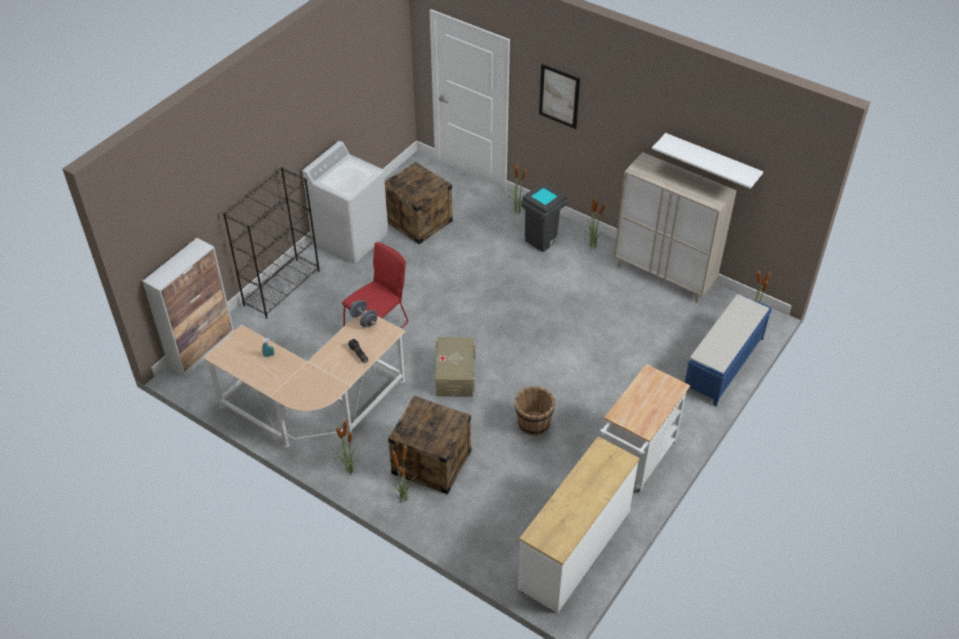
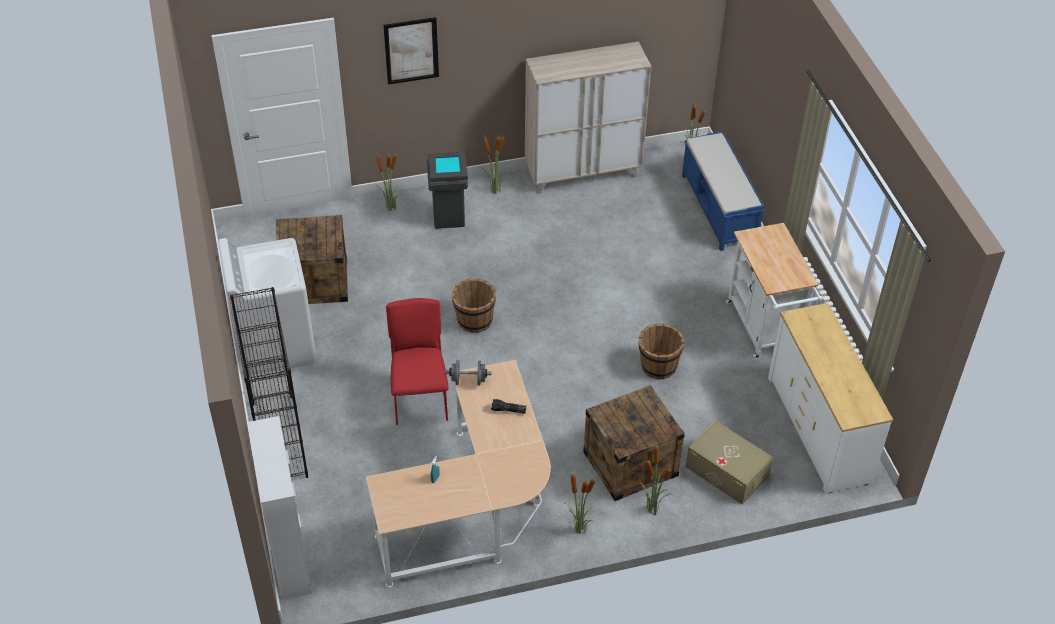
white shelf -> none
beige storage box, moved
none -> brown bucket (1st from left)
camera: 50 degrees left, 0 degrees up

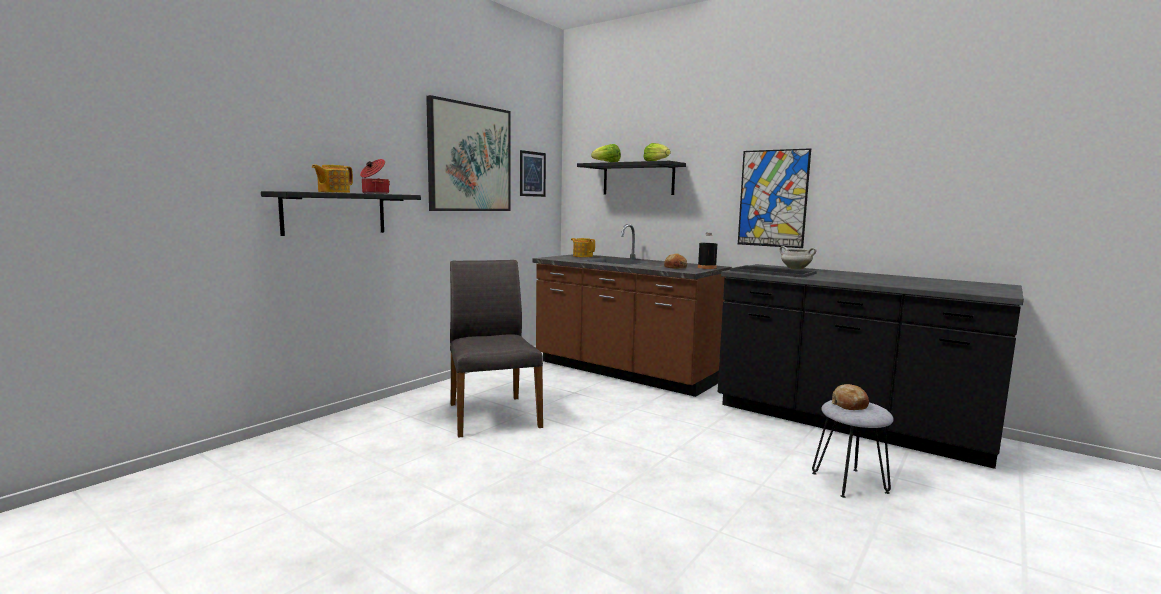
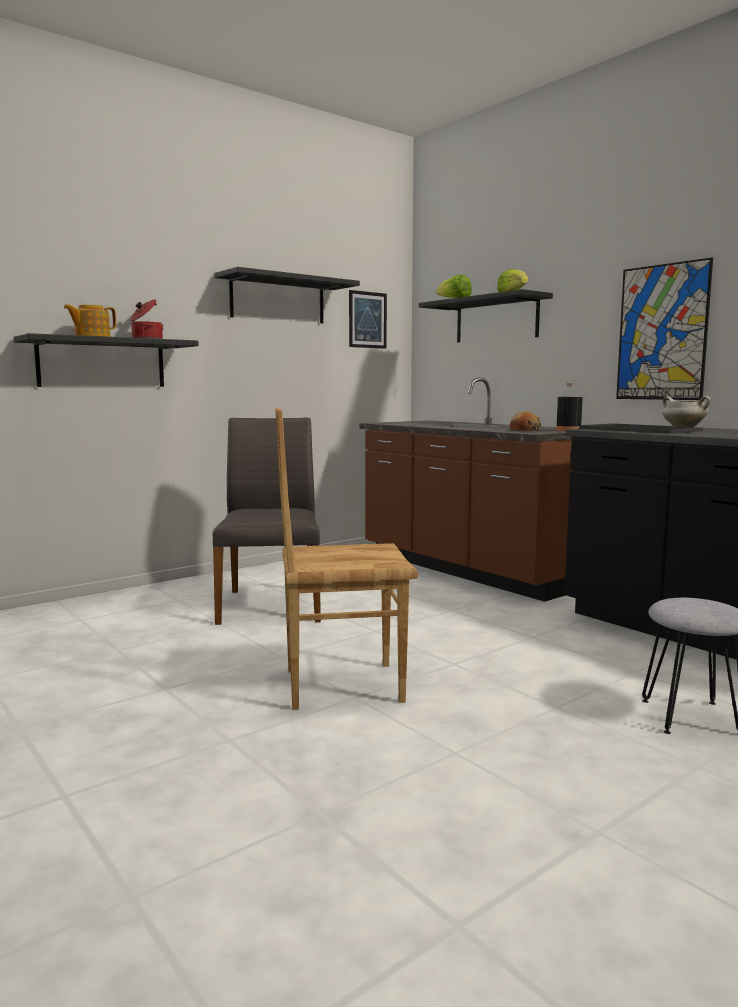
picture (1st from left) -> black shelf (2nd from left)
teapot (2nd from left) -> none
bread (2nd from left) -> none
none -> brown chair
camera: 15 degrees right, 0 degrees up

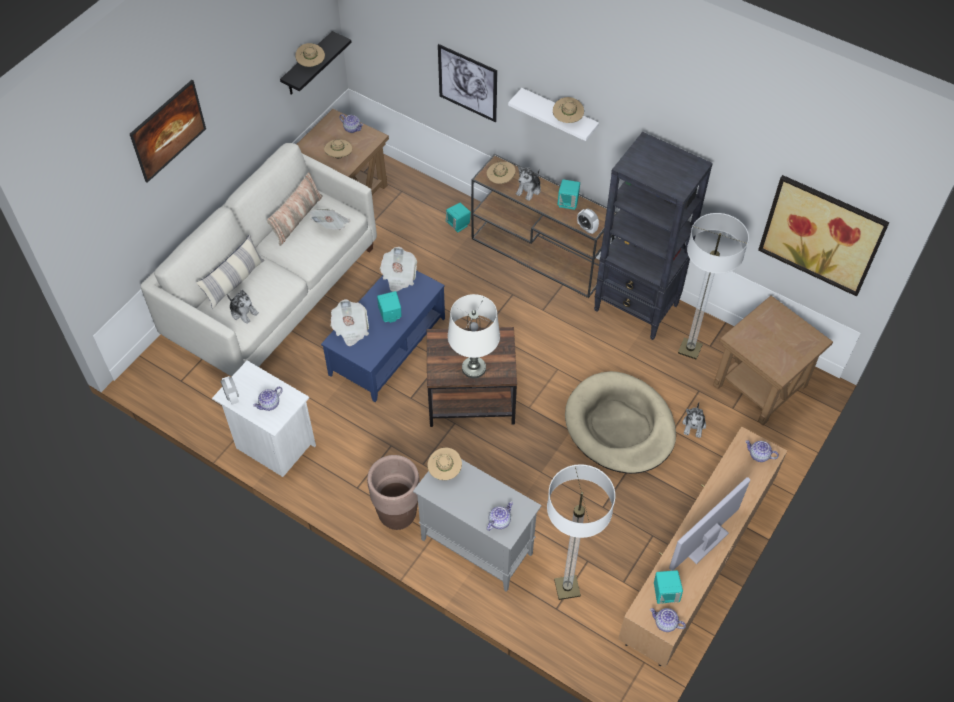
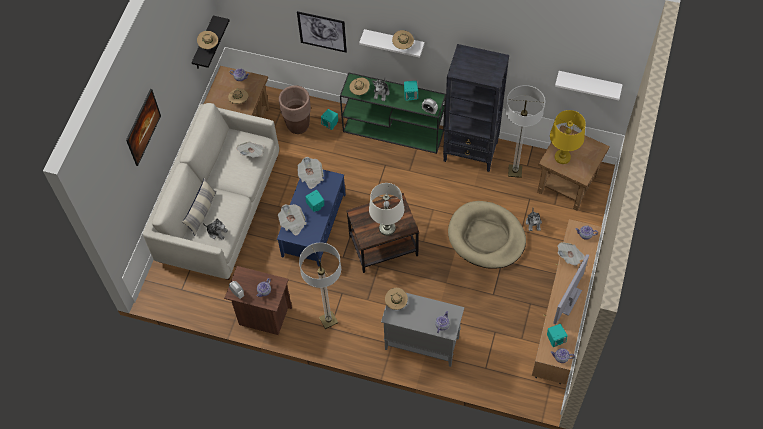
brown console table -> green console table
pillow (2nd from left) -> none
picture (3rd from left) -> white shelf (2nd from left)
white nightstand -> brown nightstand
brown planter, moved
floor lamp (1st from left), moved
none -> yellow table lamp
none -> newspaper (4th from left)
camera: 15 degrees left, 5 degrees up

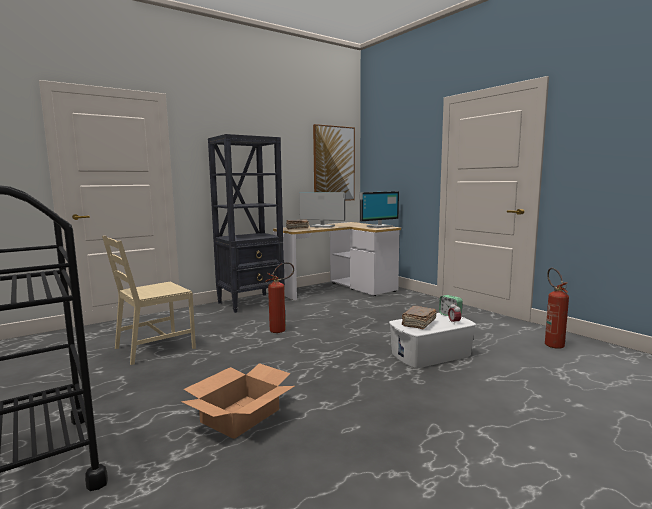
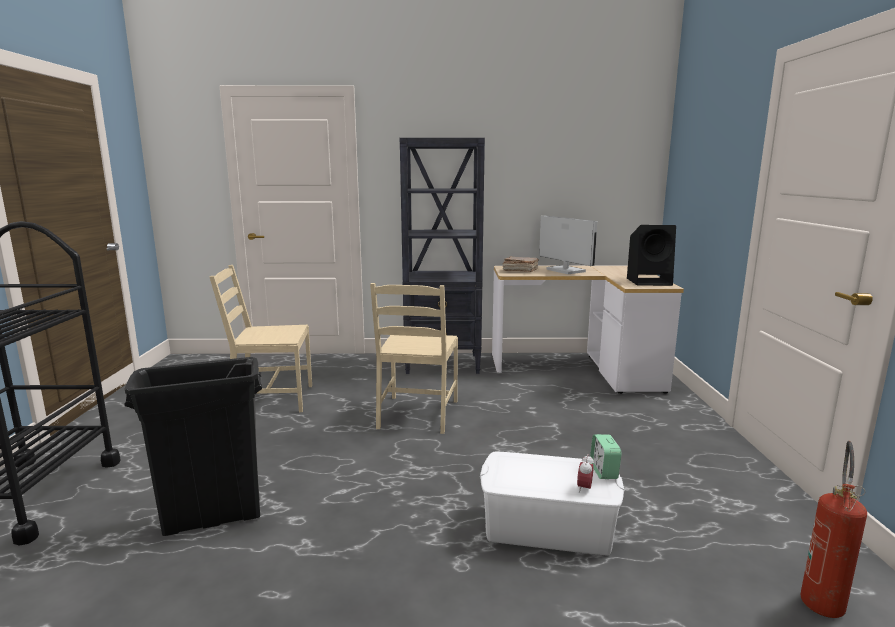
picture -> none
monitor (2nd from left) -> black speaker
fire extinguisher (1st from left) -> beige chair (2nd from left)
brown book (2nd from left) -> none
cardboard box -> black trash can
camera: 35 degrees right, 5 degrees up

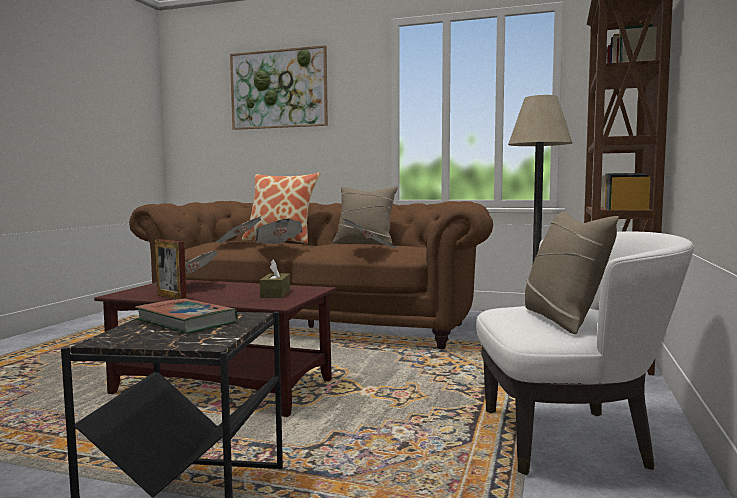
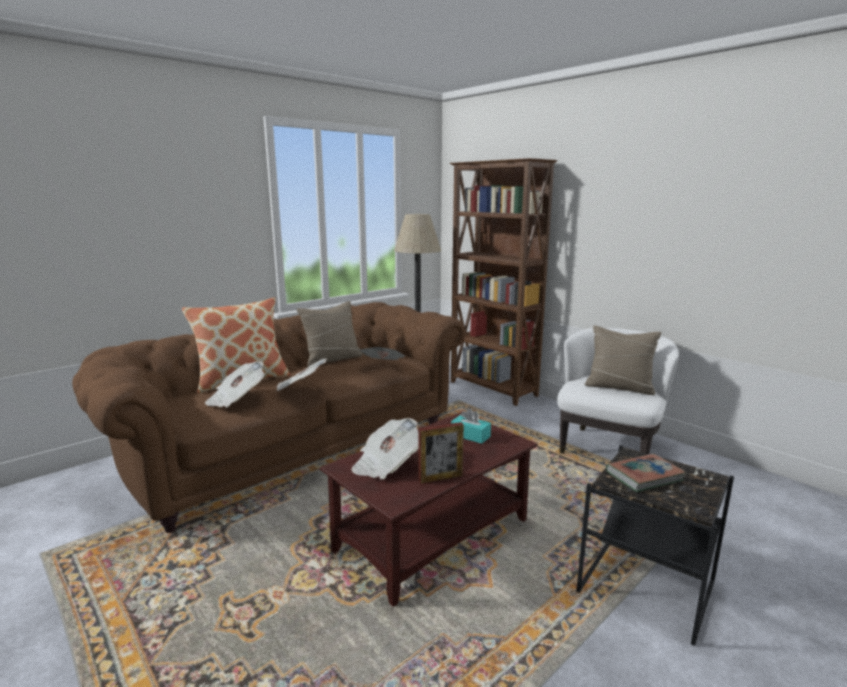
picture -> none
brown tissue box -> turquoise tissue box
camera: 60 degrees left, 10 degrees up

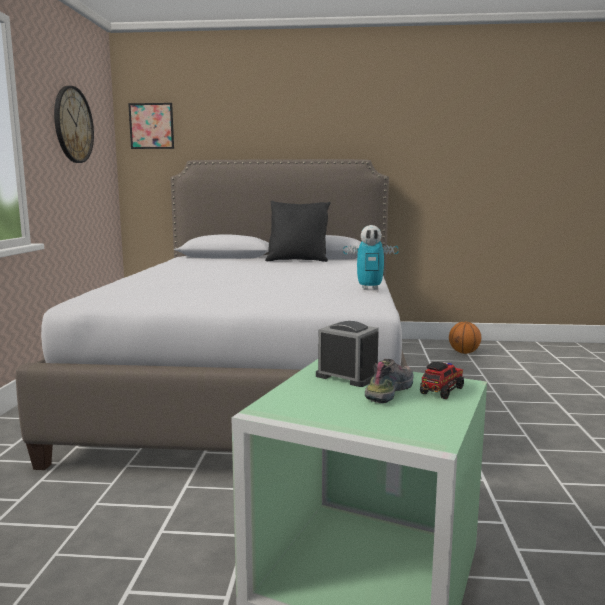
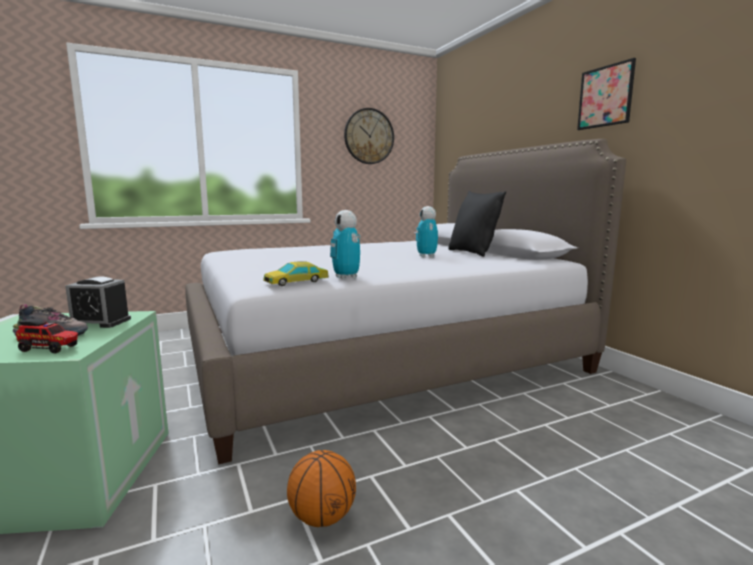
picture, moved
alarm clock, 90 degrees clockwise
basketball, moved
none -> toy robot (2nd from left)
none -> toy car
camera: 60 degrees right, 0 degrees up

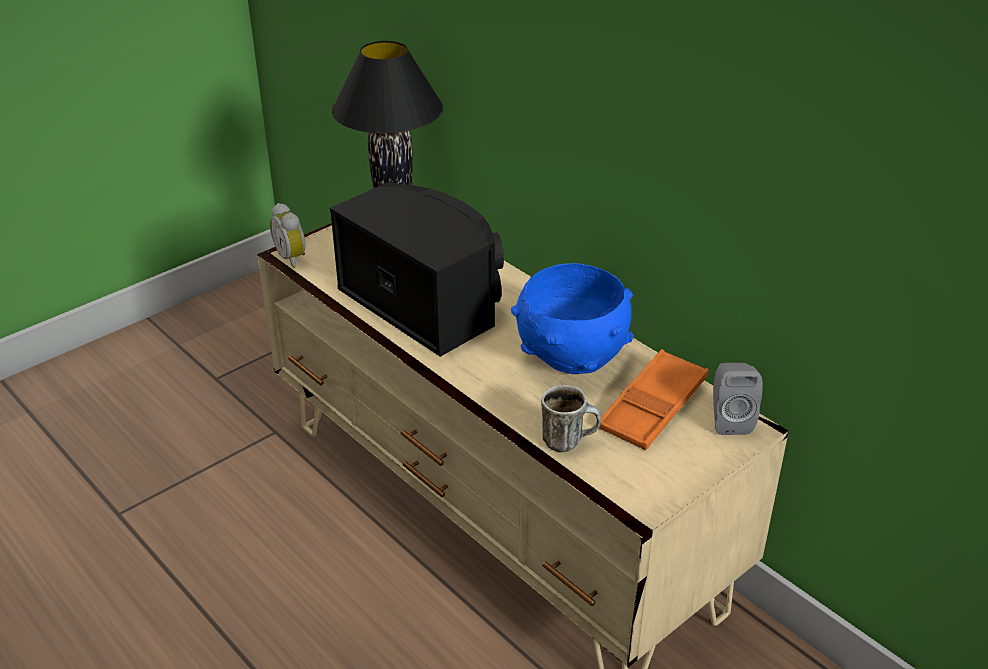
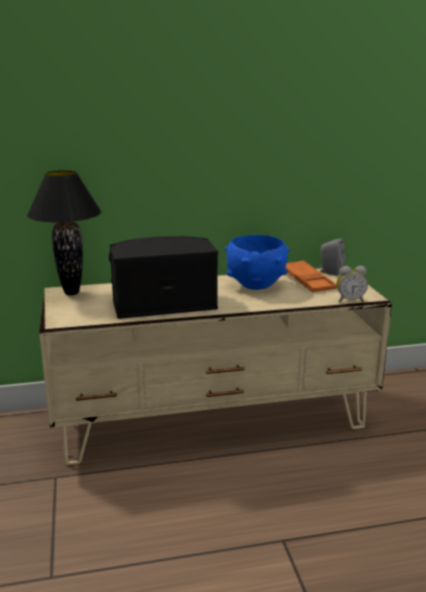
alarm clock, moved
mug -> none
camera: 60 degrees left, 15 degrees down

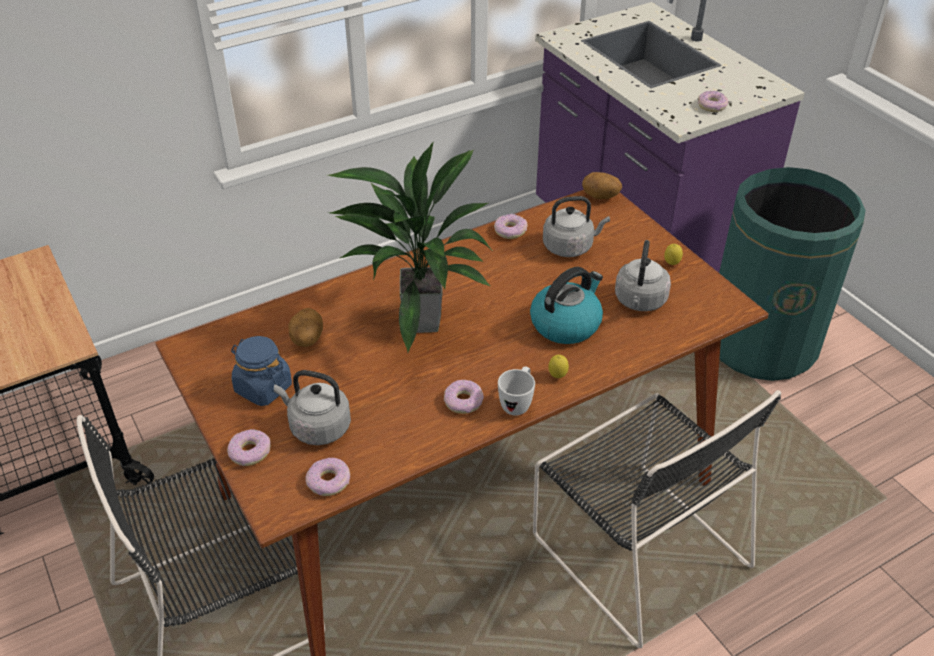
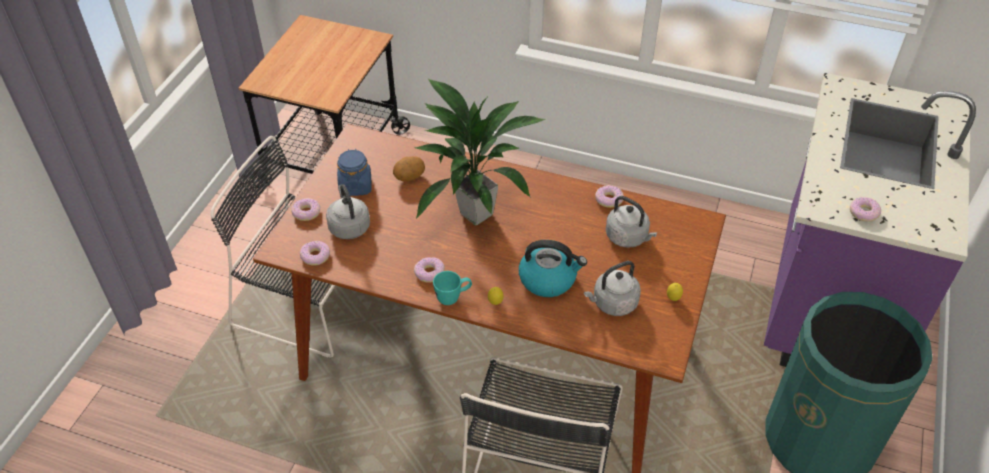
potato (2nd from left) -> none
white mug -> turquoise mug
camera: 50 degrees right, 5 degrees up

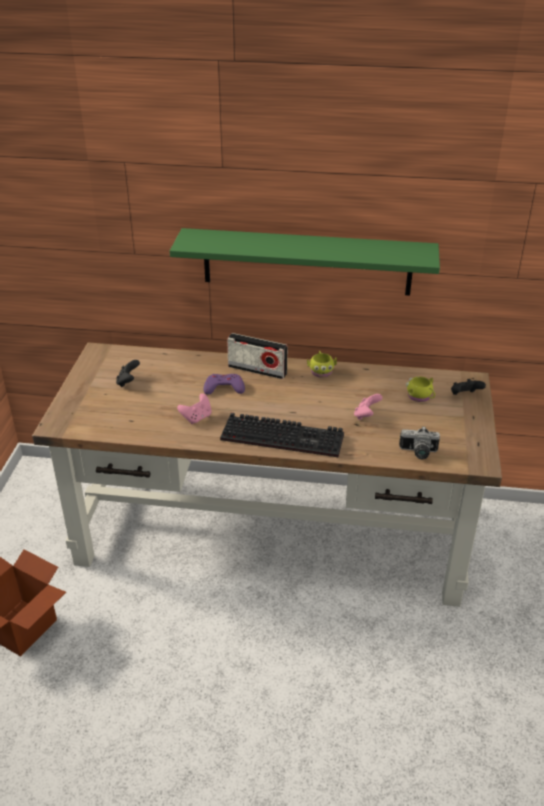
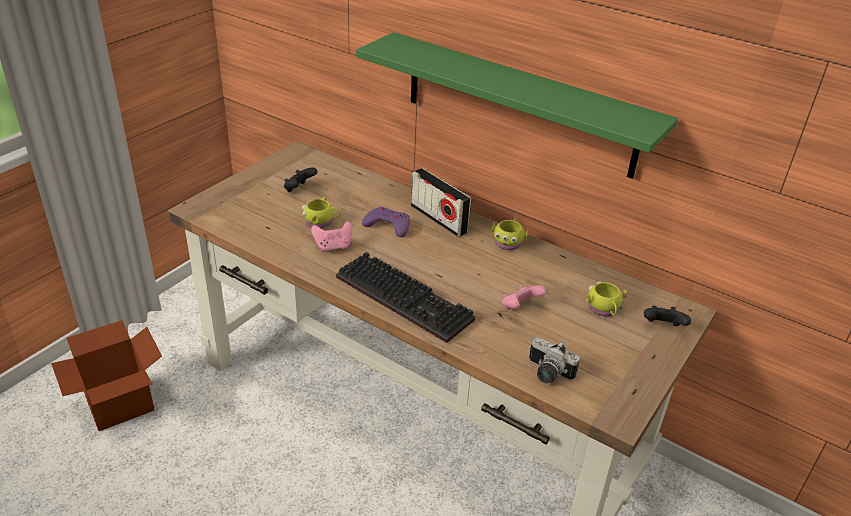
none -> yellow mug (1st from left)
camera: 25 degrees right, 0 degrees up

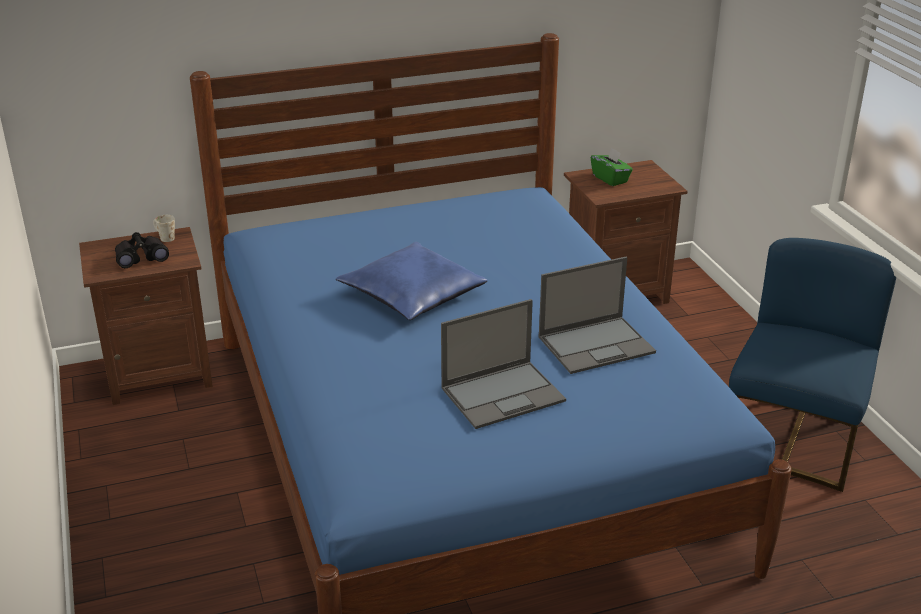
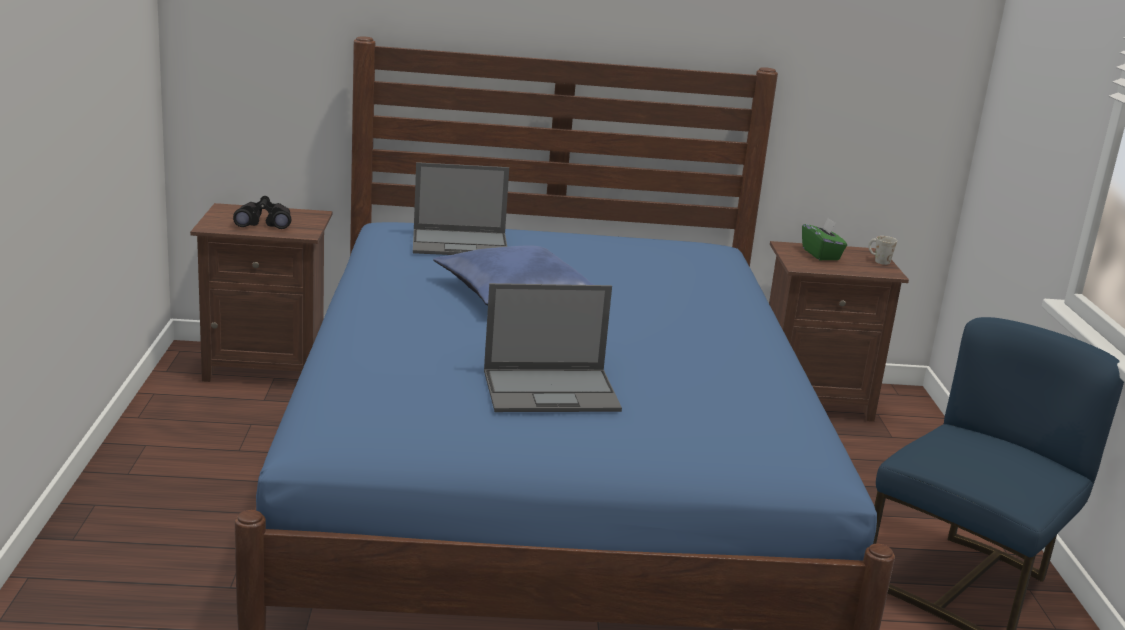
white mug, moved
laptop (2nd from left in the first image) -> laptop (1st from left), moved
camera: 15 degrees right, 10 degrees down

